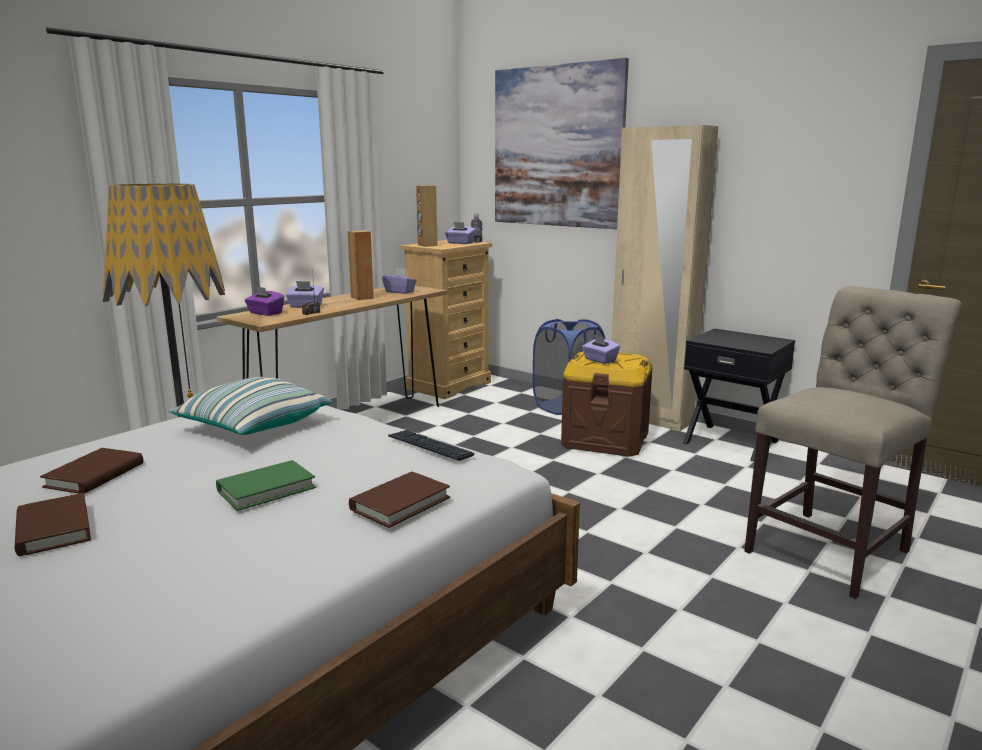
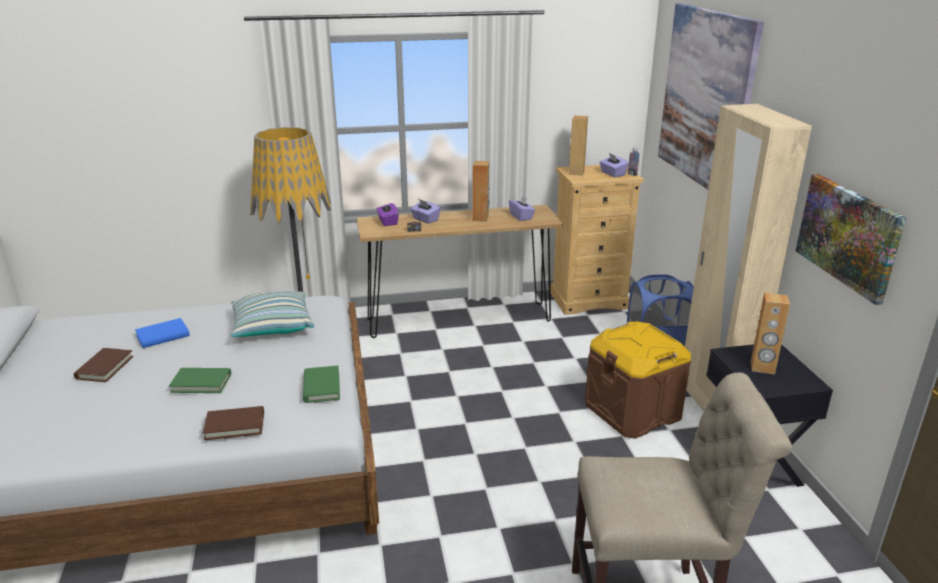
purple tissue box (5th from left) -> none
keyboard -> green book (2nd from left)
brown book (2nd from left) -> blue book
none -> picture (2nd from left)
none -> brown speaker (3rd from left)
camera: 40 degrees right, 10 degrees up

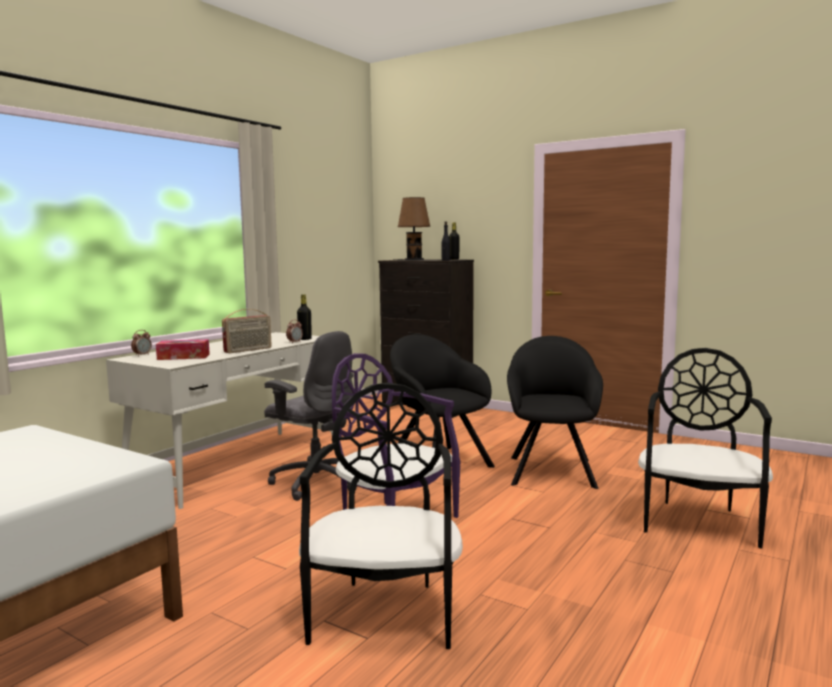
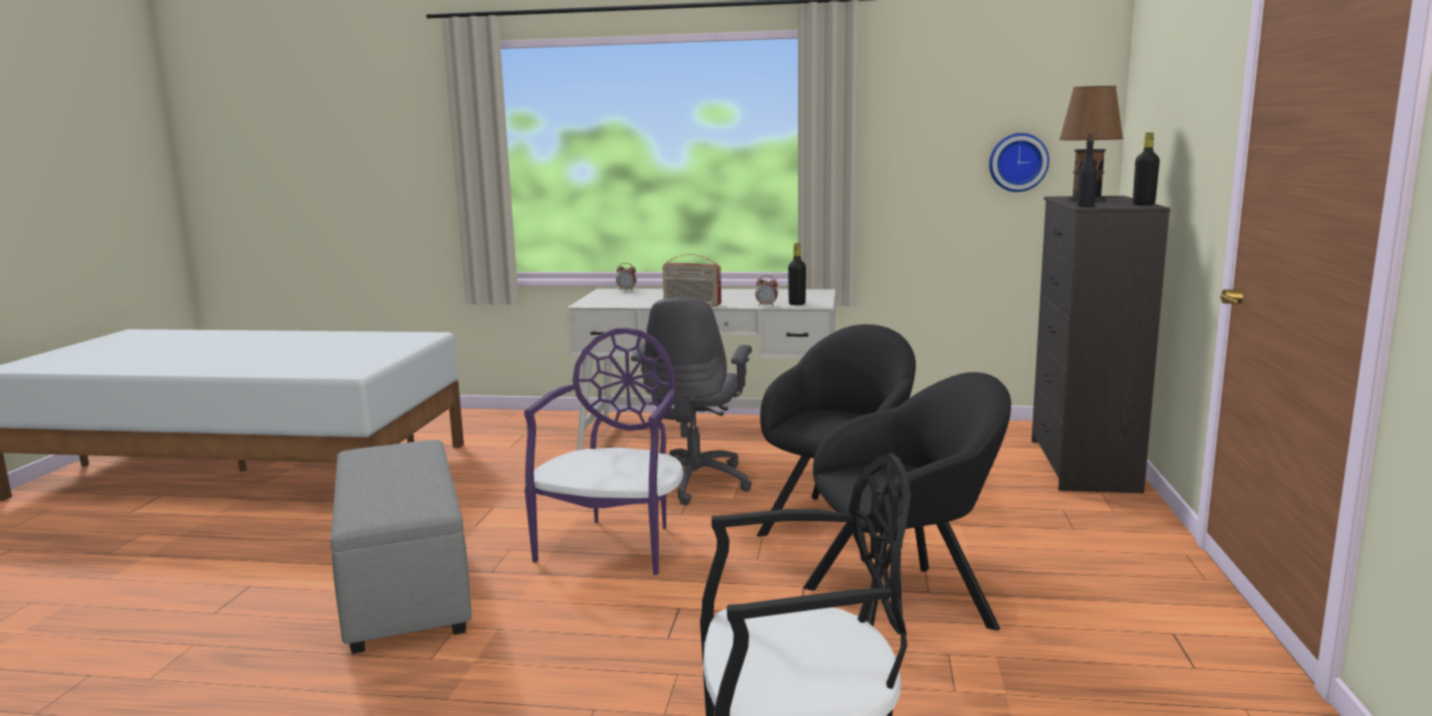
tissue box -> none
black chair (1st from left) -> grey ottoman
none -> wall clock
camera: 65 degrees right, 5 degrees up

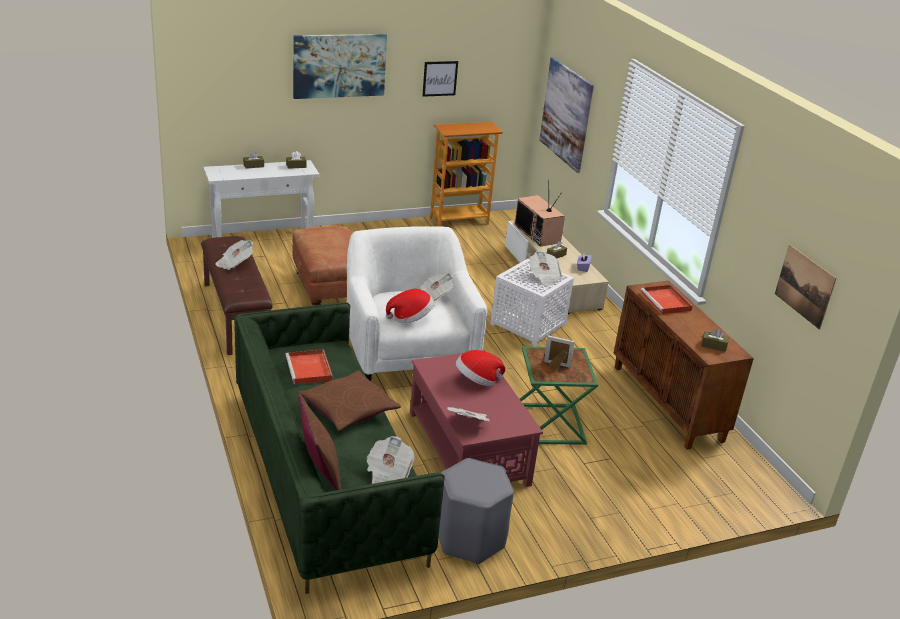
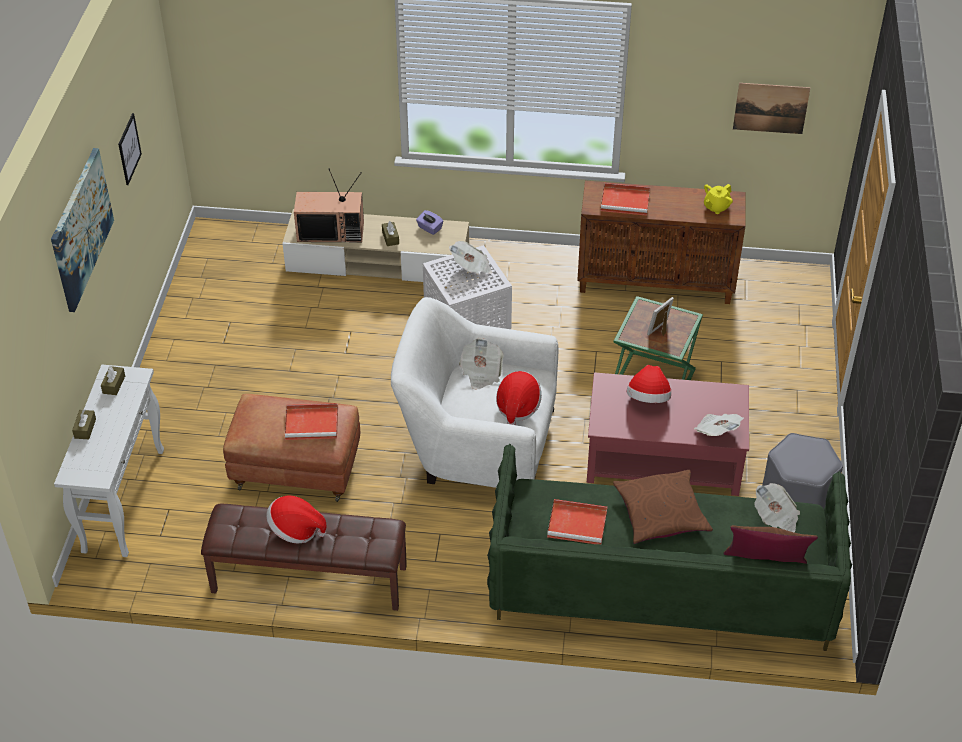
picture (3rd from left) -> none
bookcase -> none
newspaper (1st from left) -> hat (1st from left)
brown tissue box (4th from left) -> yellow teapot
none -> red tray (1st from left)
camera: 60 degrees left, 15 degrees up

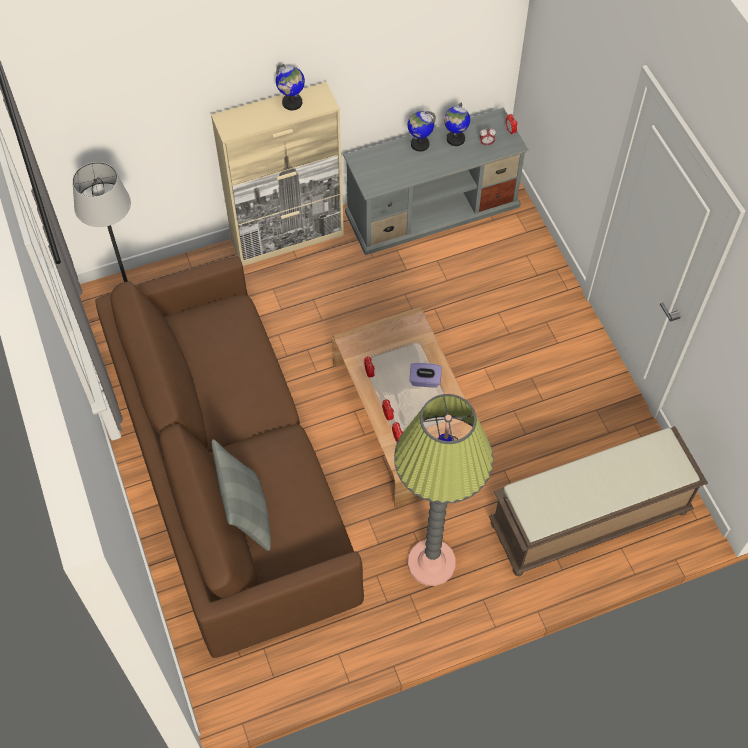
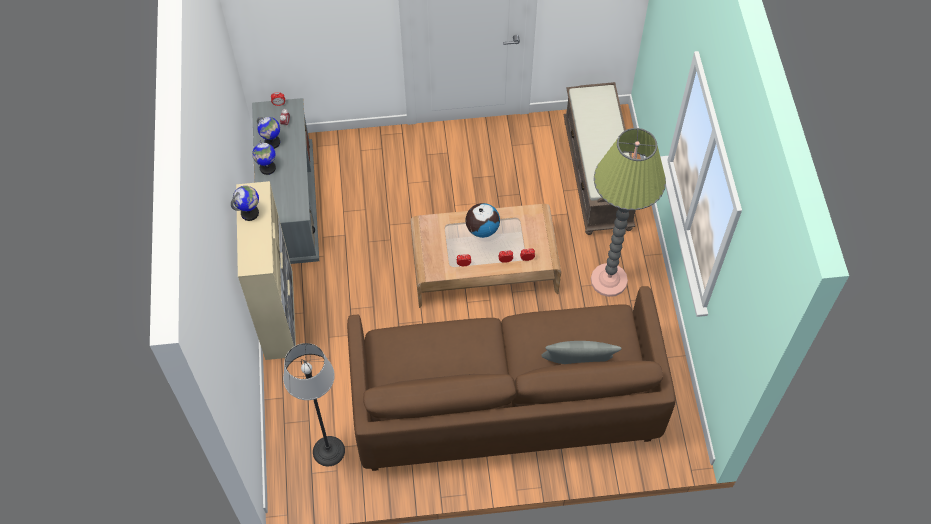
purple tissue box -> globe (4th from left)
camera: 75 degrees left, 0 degrees up

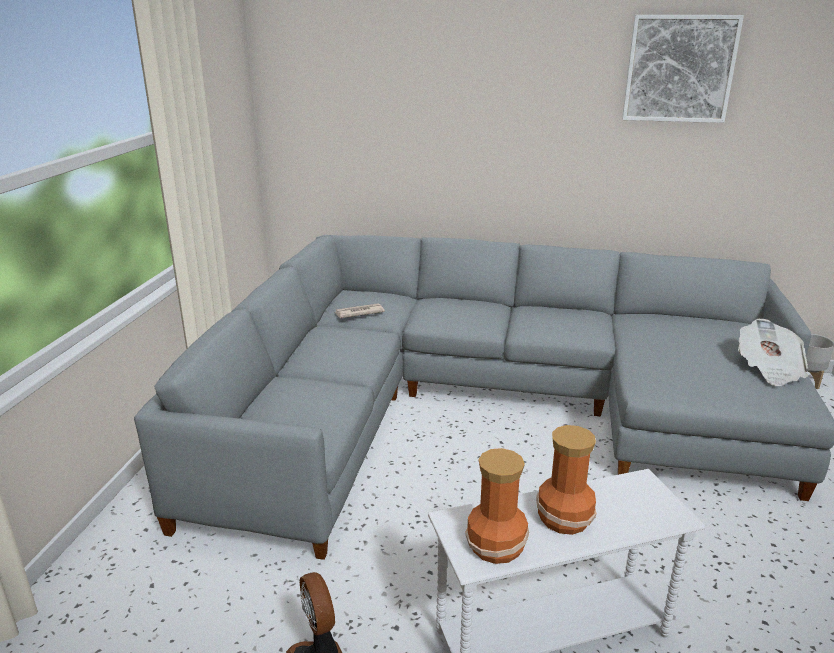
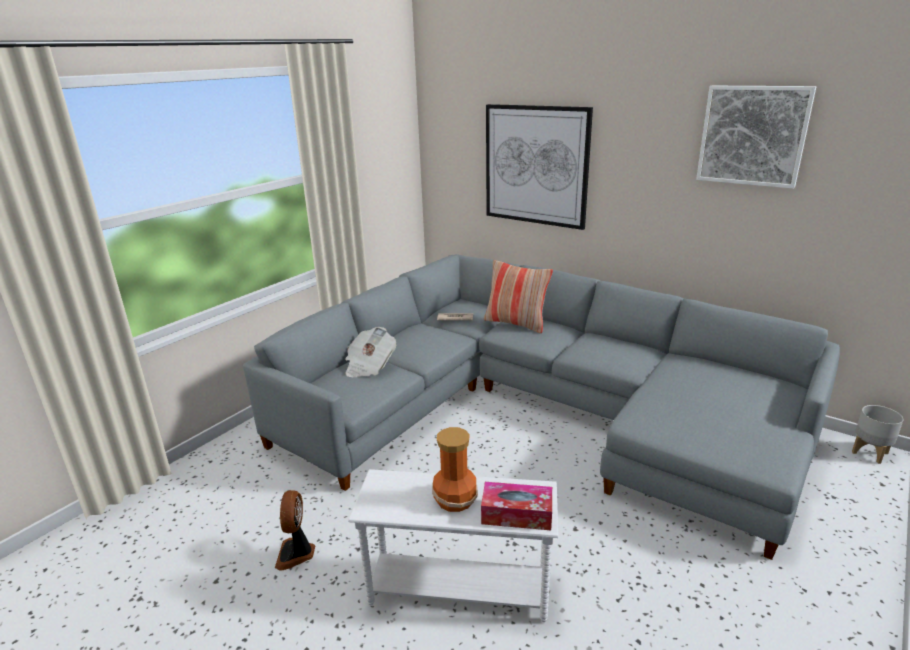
newspaper (2nd from left in the first image) -> newspaper (1st from left), moved
vase (1st from left) -> none
none -> picture (1st from left)
none -> pillow
none -> tissue box
camera: 25 degrees right, 0 degrees up

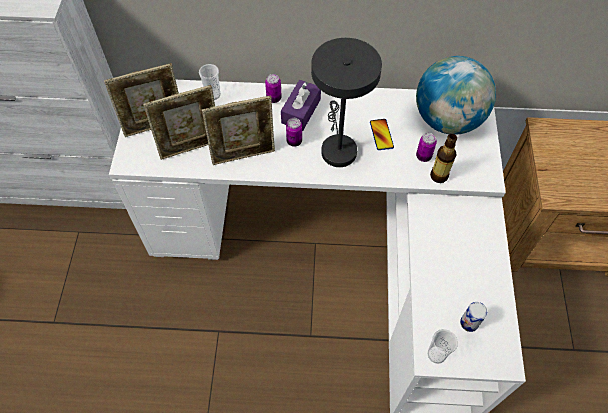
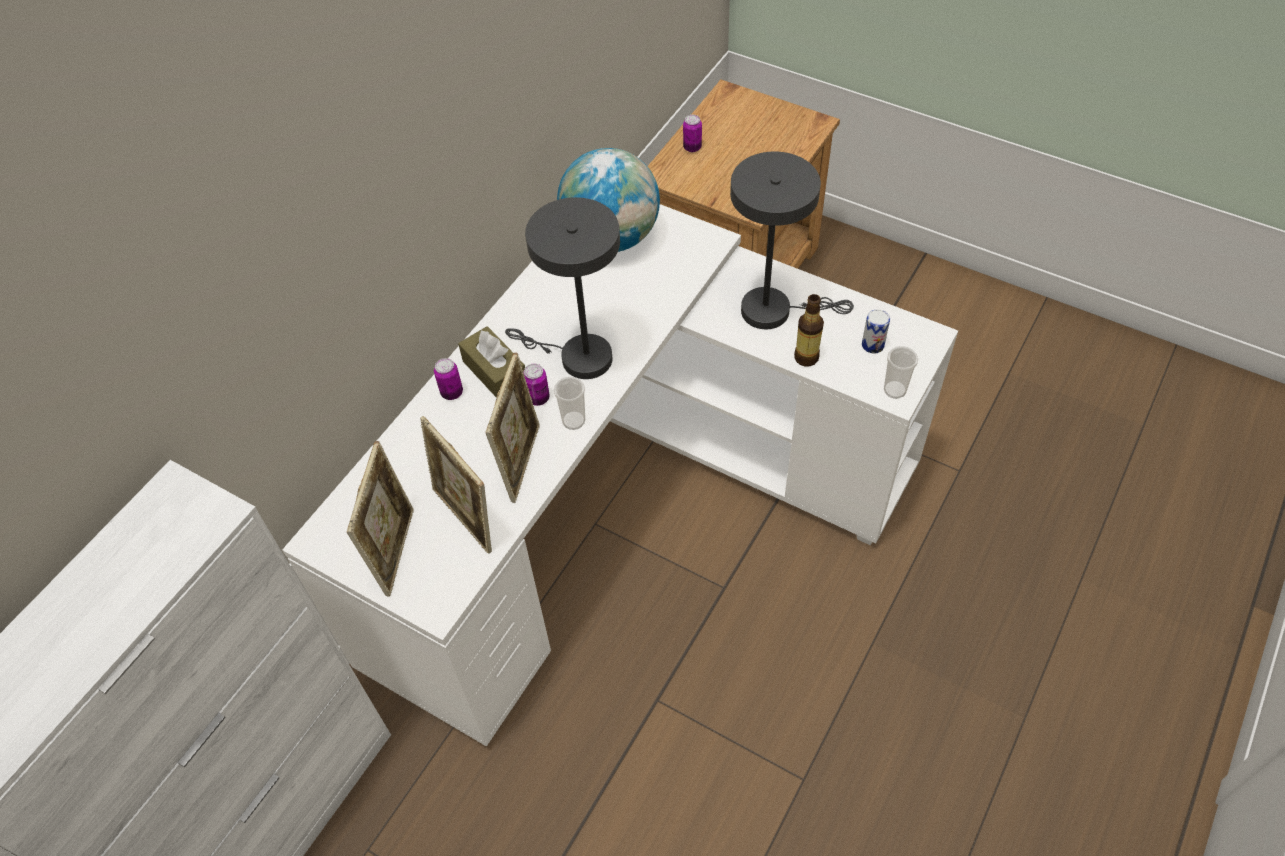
cup (1st from left), moved
purple tissue box -> brown tissue box
picture frame (2nd from left), 135 degrees clockwise
phone -> none
can (3rd from left), moved
bottle, moved
none -> grey table lamp (2nd from left)
camera: 60 degrees left, 5 degrees down

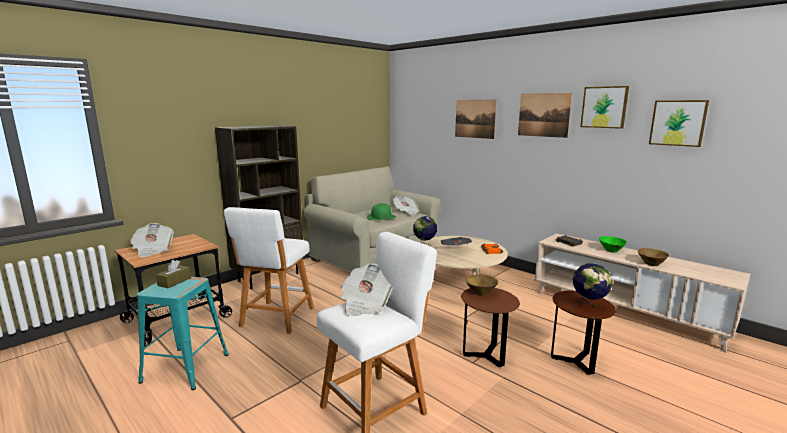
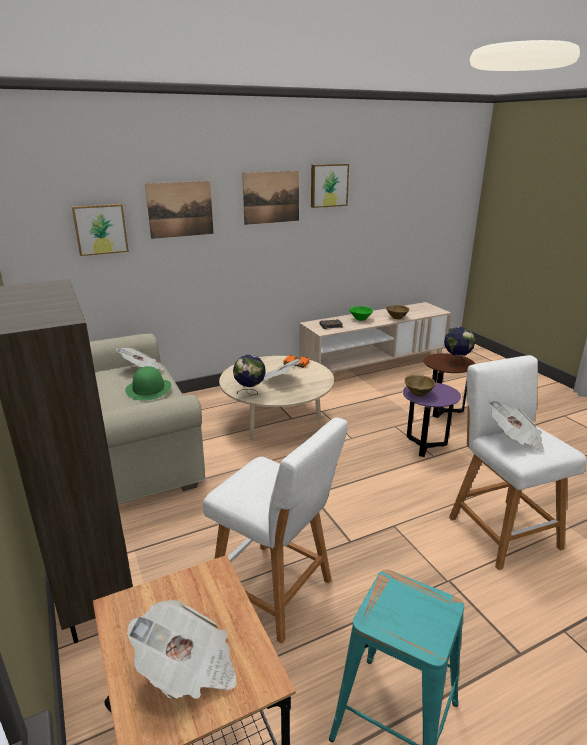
picture (4th from left in the first image) -> picture (1st from left), moved
brown tissue box -> none
brown side table (1st from left) -> purple side table
camera: 70 degrees left, 10 degrees up

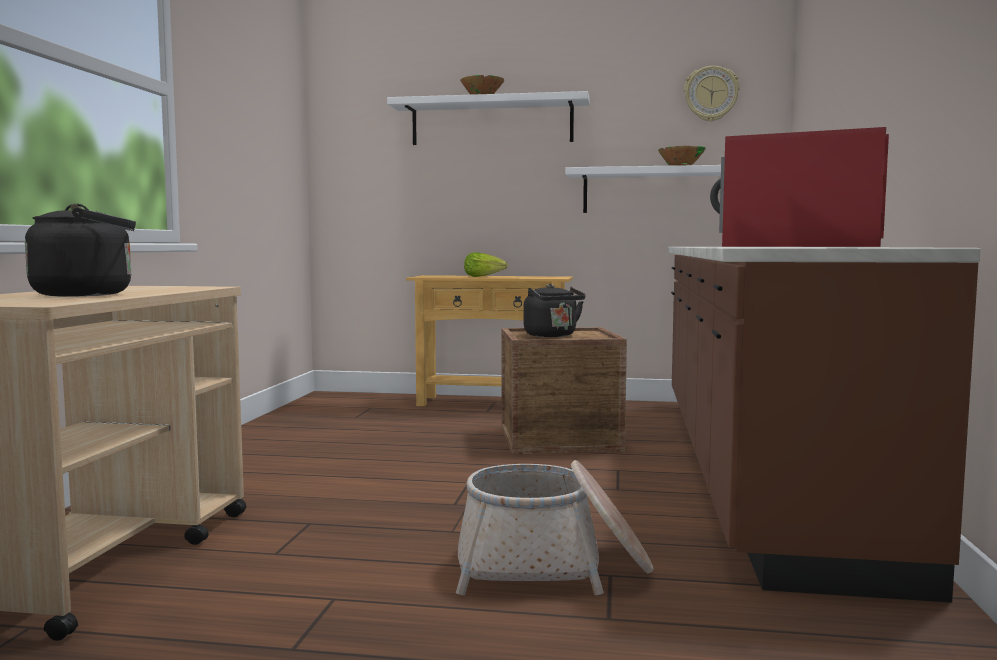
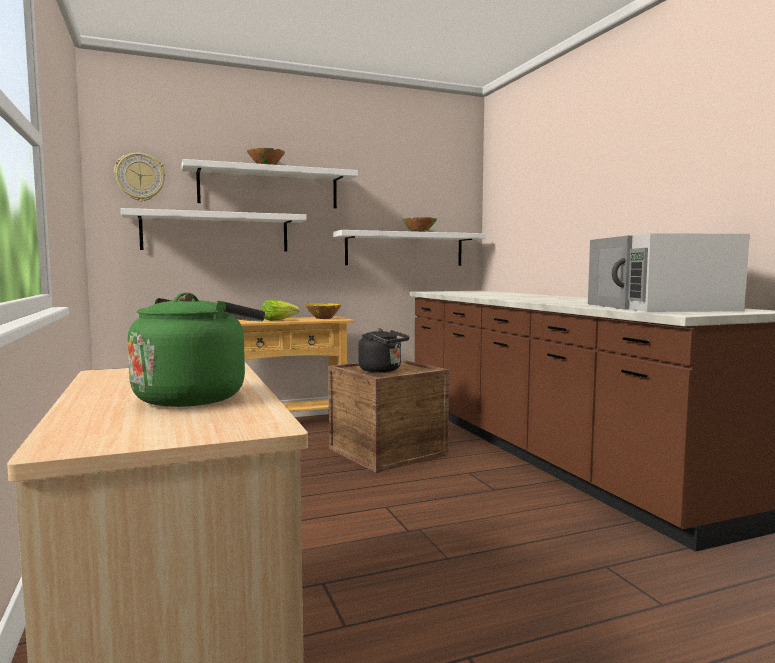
wall clock, moved
red microwave -> white microwave
black kettle (1st from left) -> green kettle
basket -> none
none -> white shelf (1st from left)
none -> yellow bowl
camera: 30 degrees left, 0 degrees up

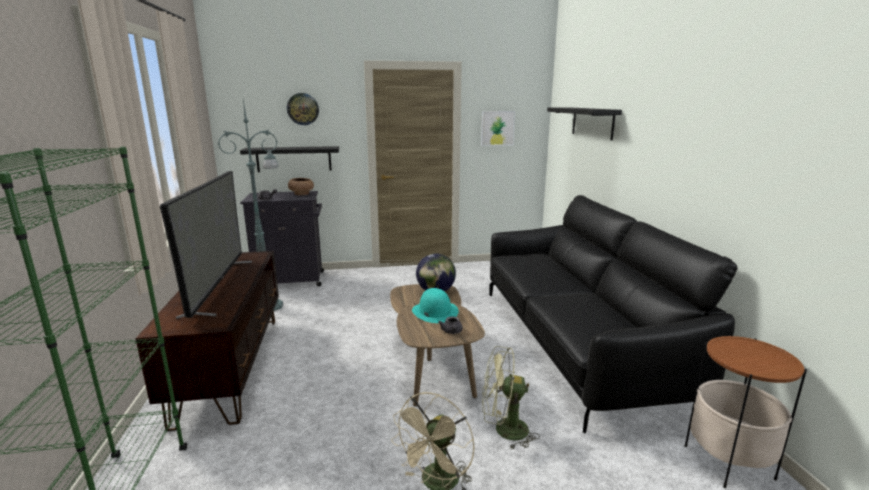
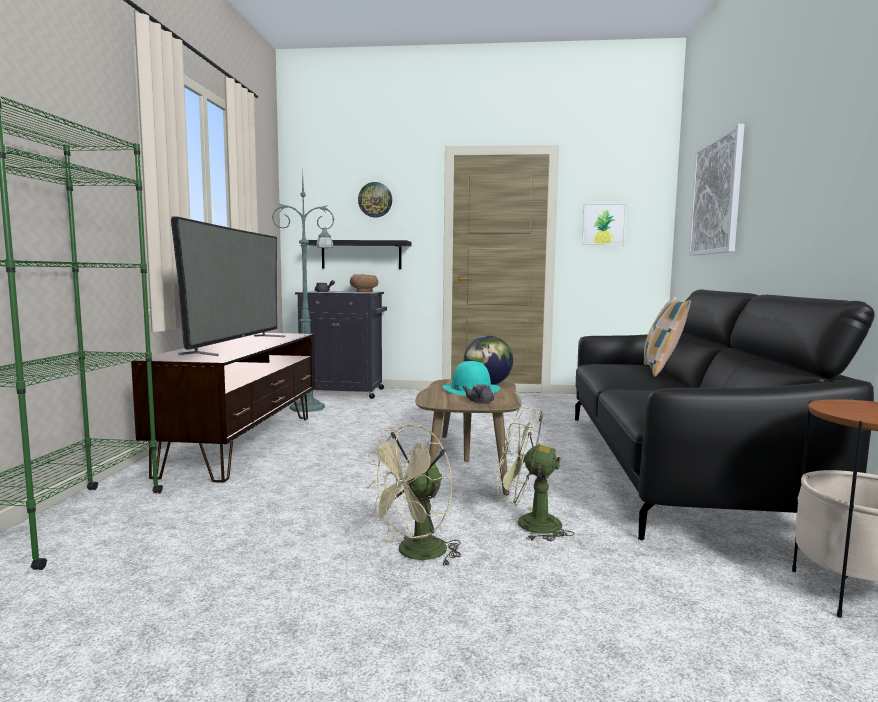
black shelf (2nd from left) -> picture (2nd from left)
none -> pillow
camera: 15 degrees right, 10 degrees down

